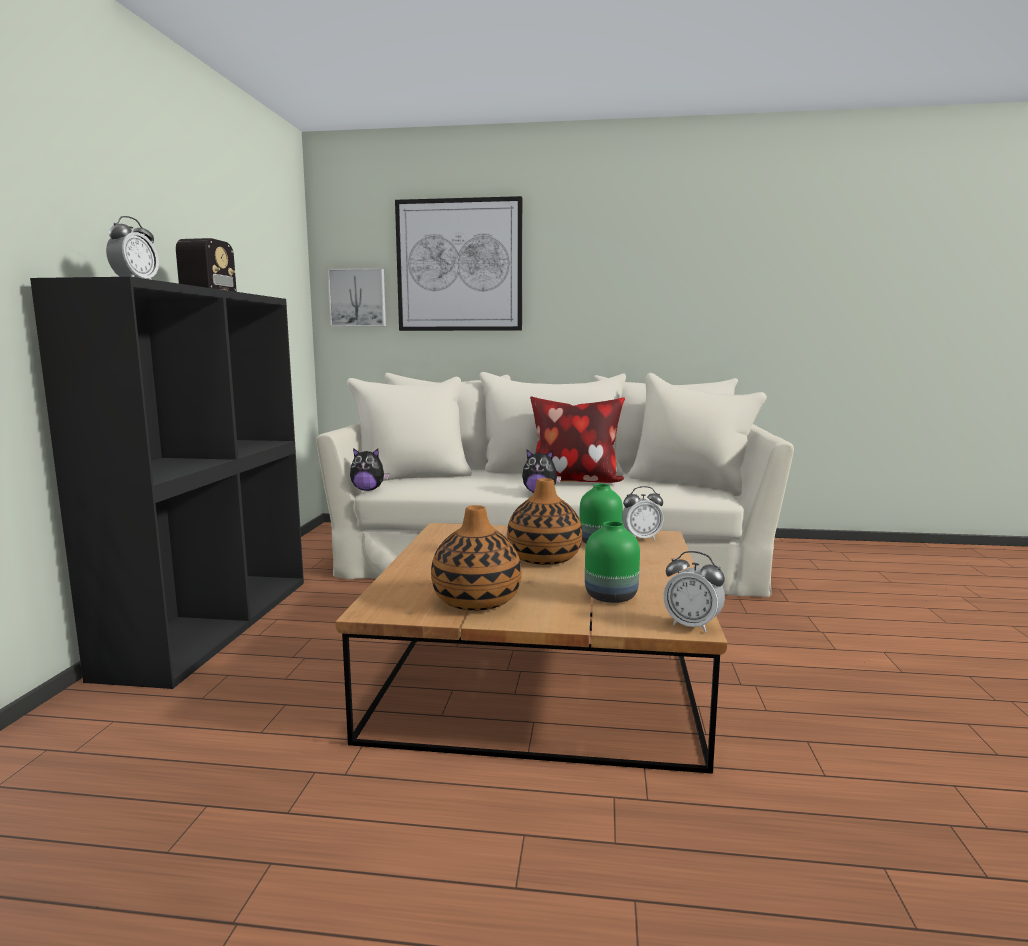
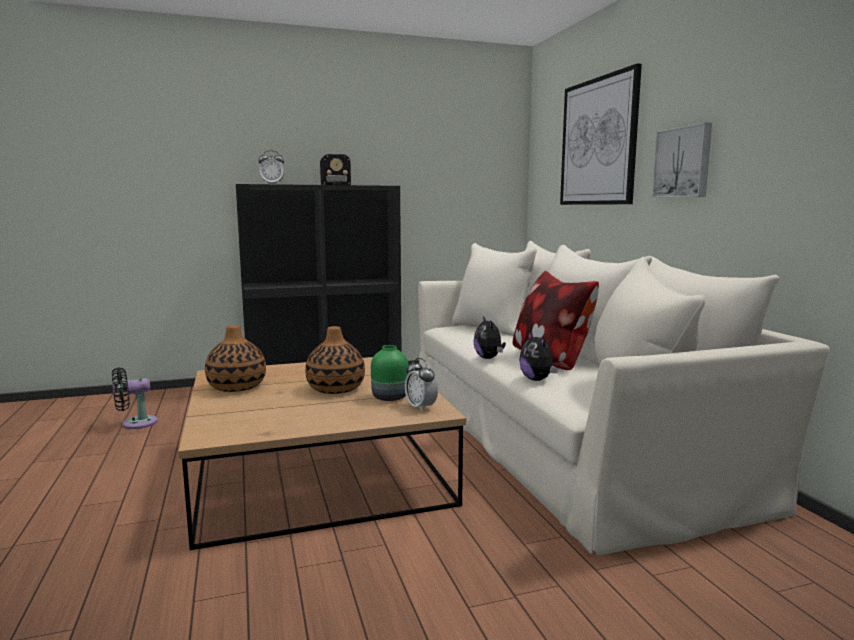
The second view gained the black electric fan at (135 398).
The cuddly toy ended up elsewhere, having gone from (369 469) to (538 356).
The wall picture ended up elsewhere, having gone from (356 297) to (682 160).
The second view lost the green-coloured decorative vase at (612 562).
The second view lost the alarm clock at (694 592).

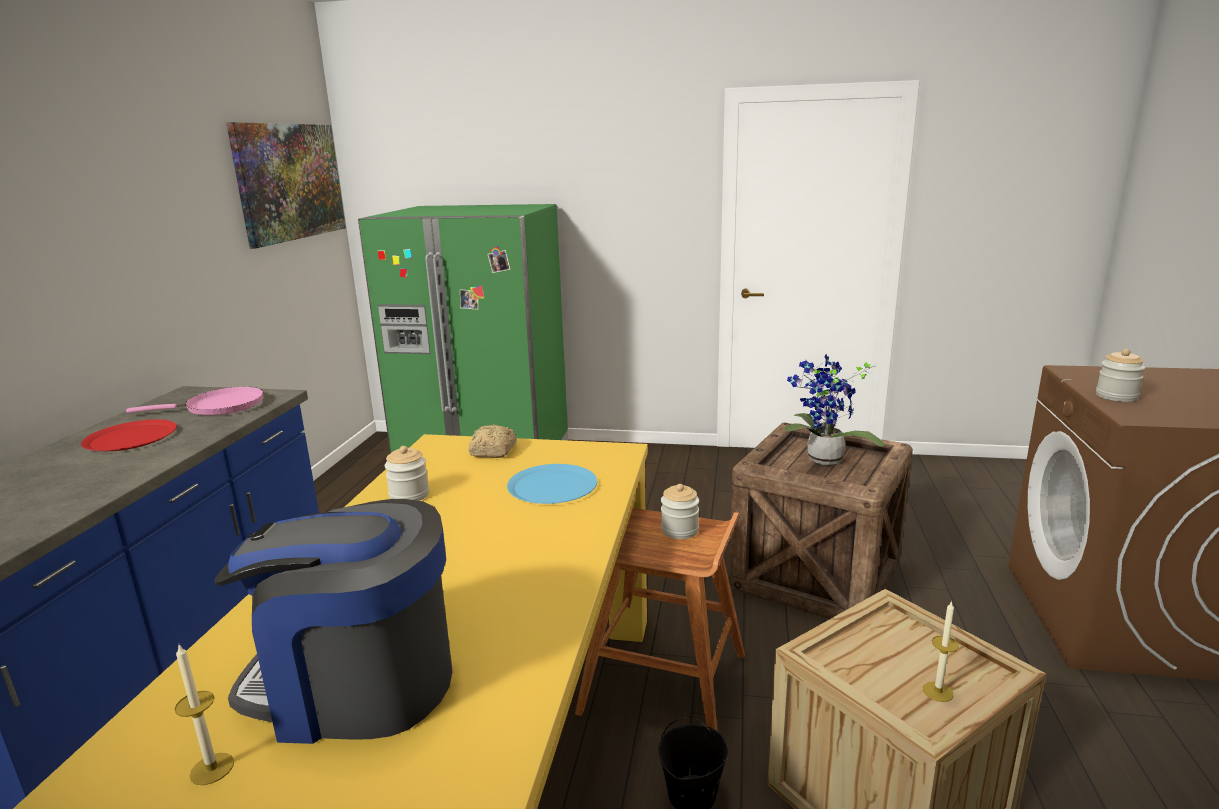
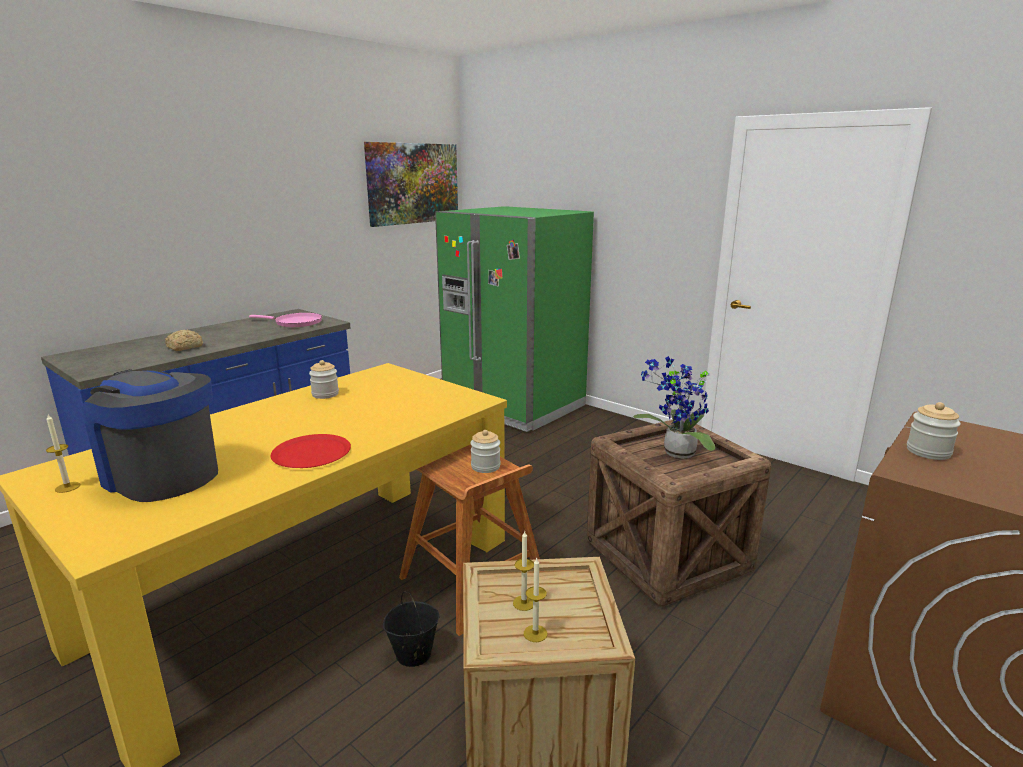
The bakery bread ended up elsewhere, having gone from (492 441) to (184 340).
The red flat dish ended up elsewhere, having gone from (129 435) to (311 451).
The second view gained the wax light at (523 570).
The second view lost the bluish flat dish at (552 484).

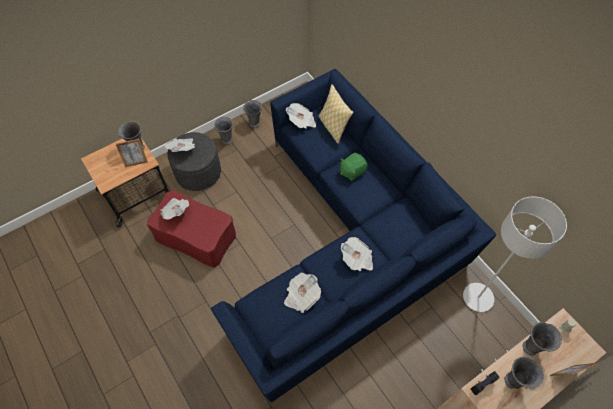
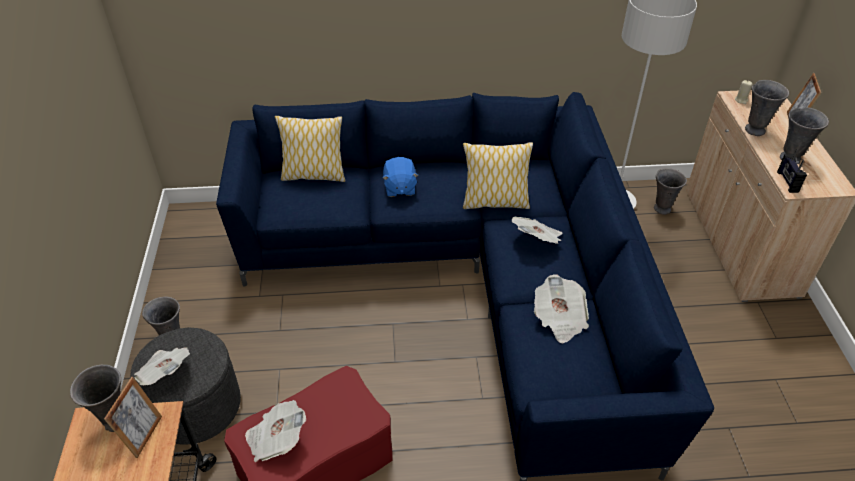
What was the green-coloured cuddly toy at (354 167) turned into the bluish cuddly toy at (400 177).
The second view gained the cushion at (498 175).
The greyish decorative vase ended up elsewhere, having gone from (252 114) to (670 191).
The second view lost the daily paper at (301 116).

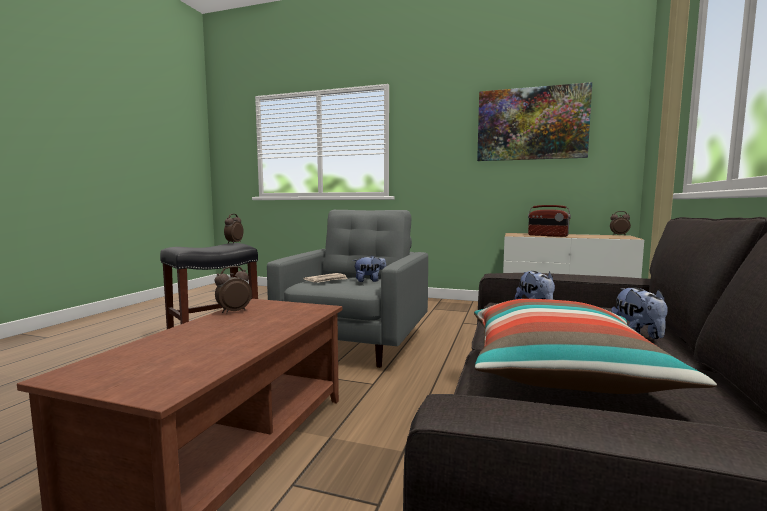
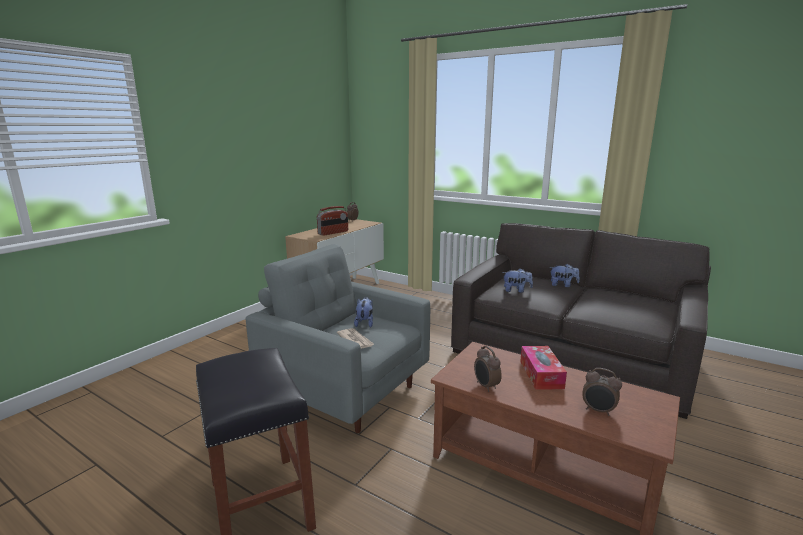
The second view gained the tissue holder at (543 368).
The alarm clock ended up elsewhere, having gone from (234 229) to (602 392).
The second view lost the cushion at (595 346).
The second view lost the wall picture at (534 121).

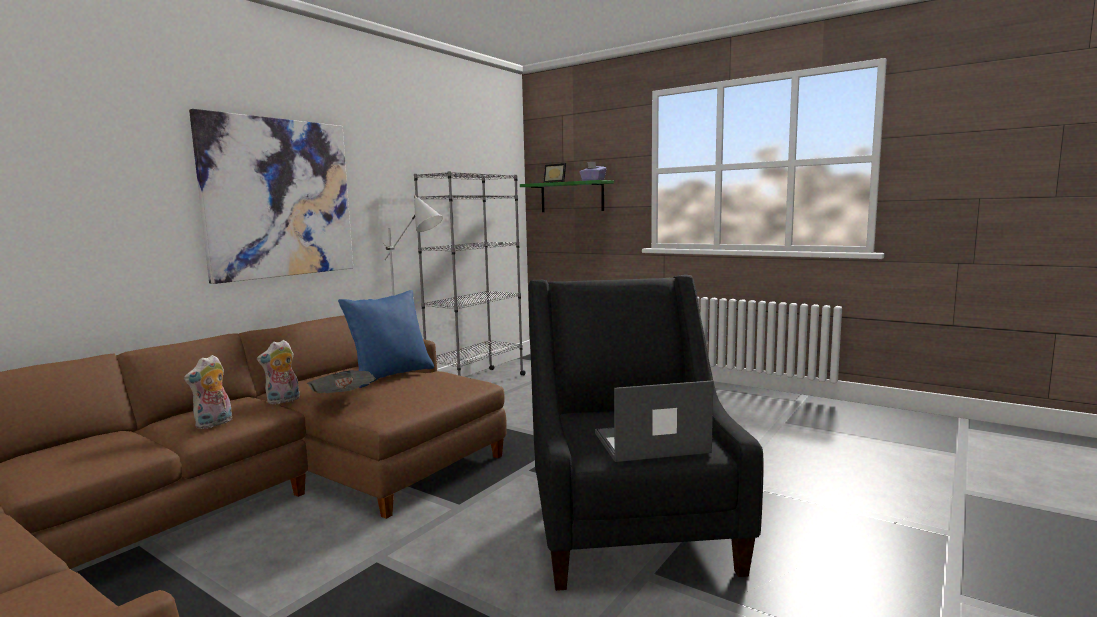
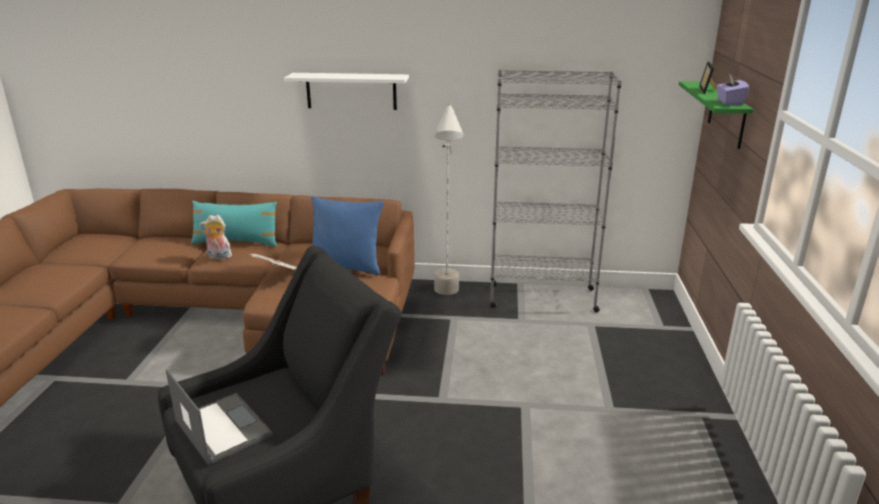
The second view gained the blue-green cushion at (234 224).
Where the wall picture hung at (271 196), the white wall shelf came to hang at (346 91).
The second view lost the cuddly toy at (278 372).

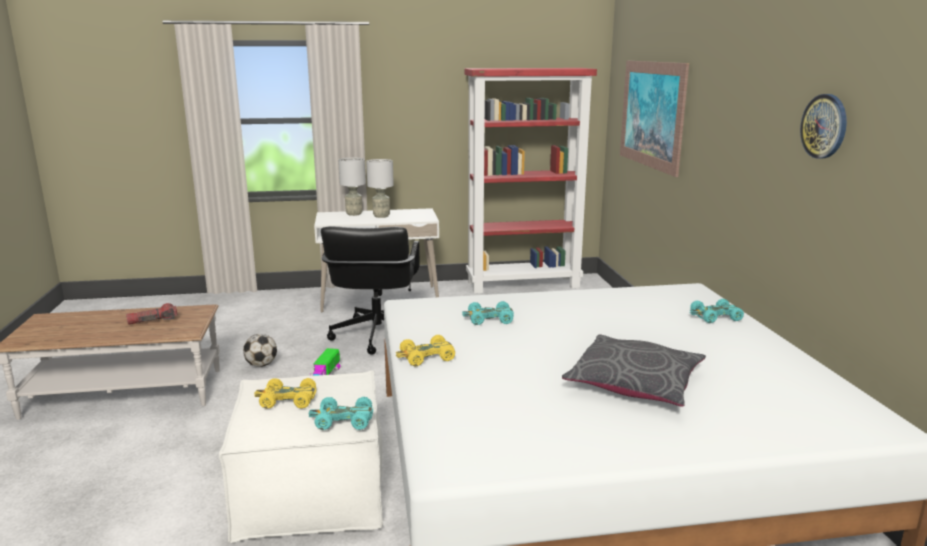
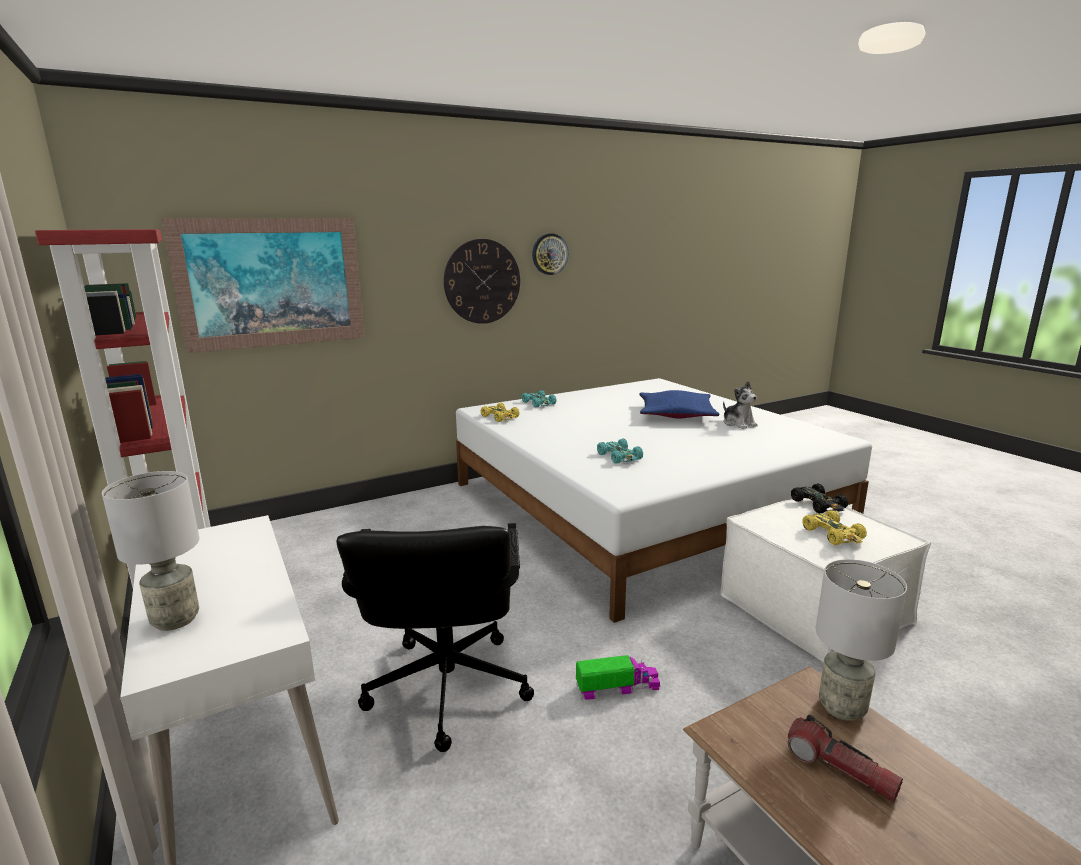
The black office chair at (370 290) ended up facing another way, 105 degrees clockwise from before.
The second view gained the clock on the wall at (482 281).
The yellow model car ended up elsewhere, having gone from (425 350) to (500 412).
What was the greyish cushion at (634 370) turned into the bluish cushion at (679 404).
The second view gained the cuddly toy at (740 405).
What was the blue-green model car at (340 413) turned into the black model car at (819 499).
The greyish lamp for a table ended up elsewhere, having gone from (380 188) to (861 640).
The second view lost the football at (260 350).

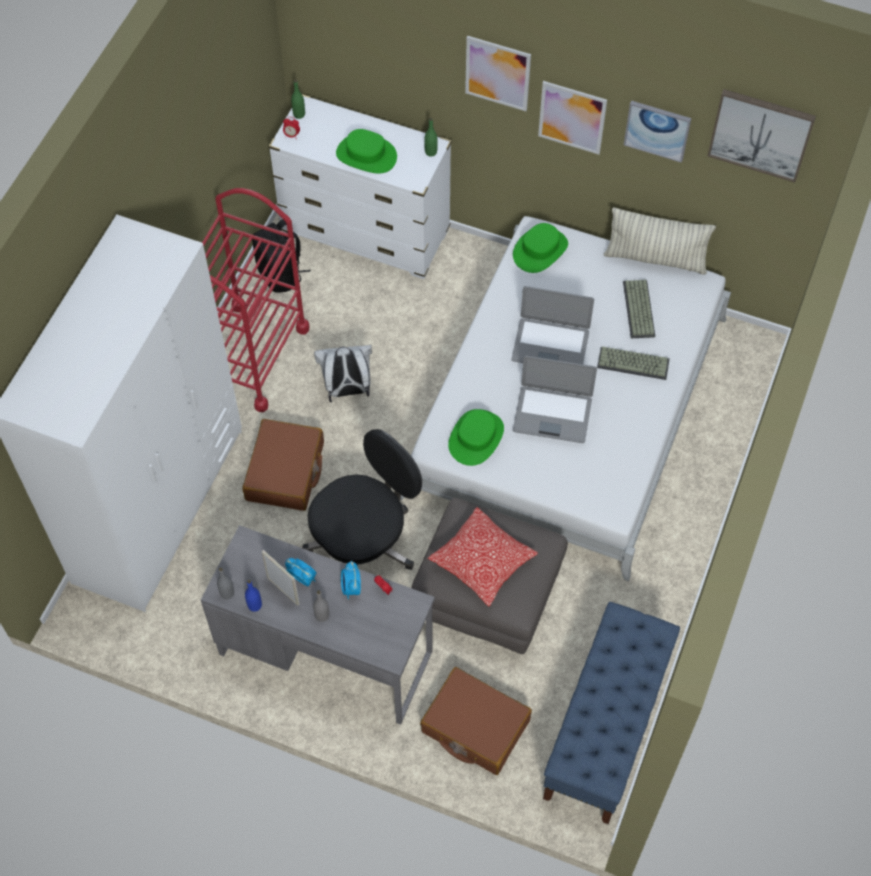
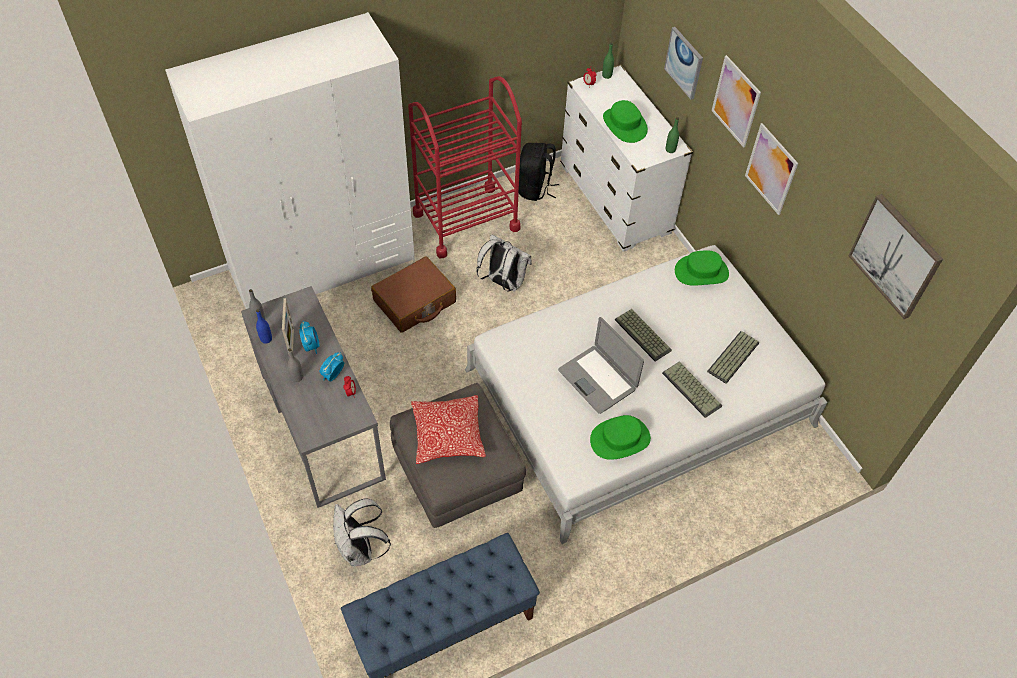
Where the brownish travel case stood at (476 721), the white rucksack came to stand at (362 532).
The green-coloured wearable hat ended up elsewhere, having gone from (476 437) to (620 437).
Where the notebook computer stood at (553 325), the PC keyboard came to stand at (643 335).
The wall picture ended up elsewhere, having gone from (657 132) to (683 63).
The second view lost the black office chair at (362 499).
The second view lost the cushion at (660 241).

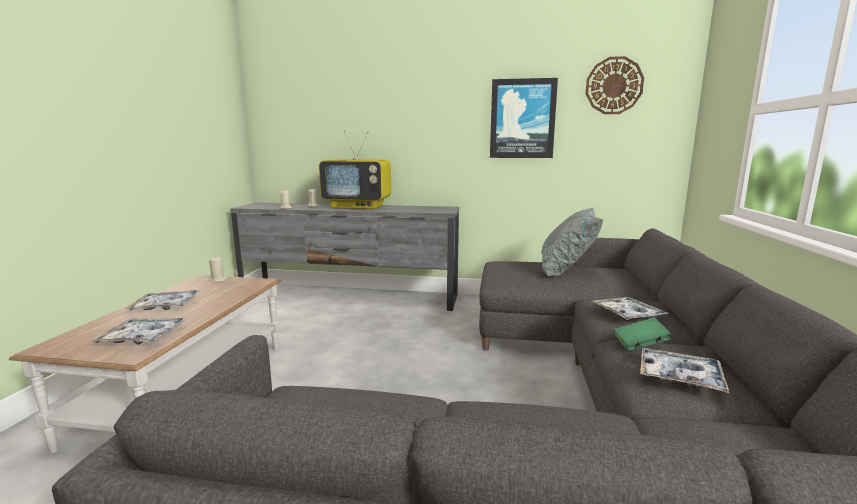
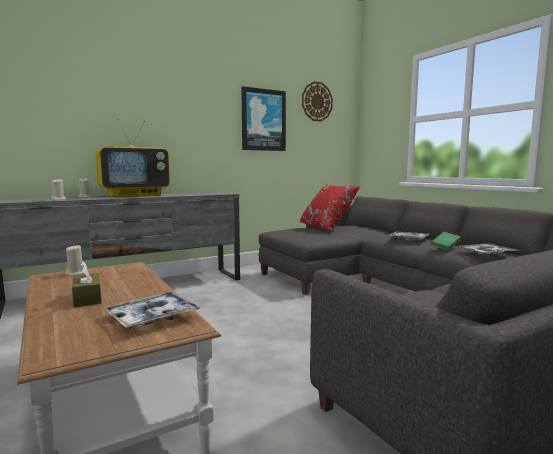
Where the carrying tray stood at (163 300), the brownish tissue holder came to stand at (86 284).
What was the greyish cushion at (572 242) turned into the red cushion at (330 207).

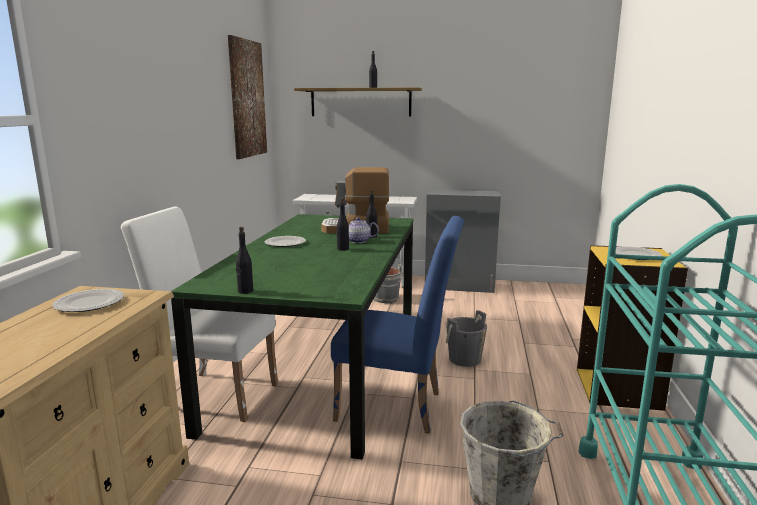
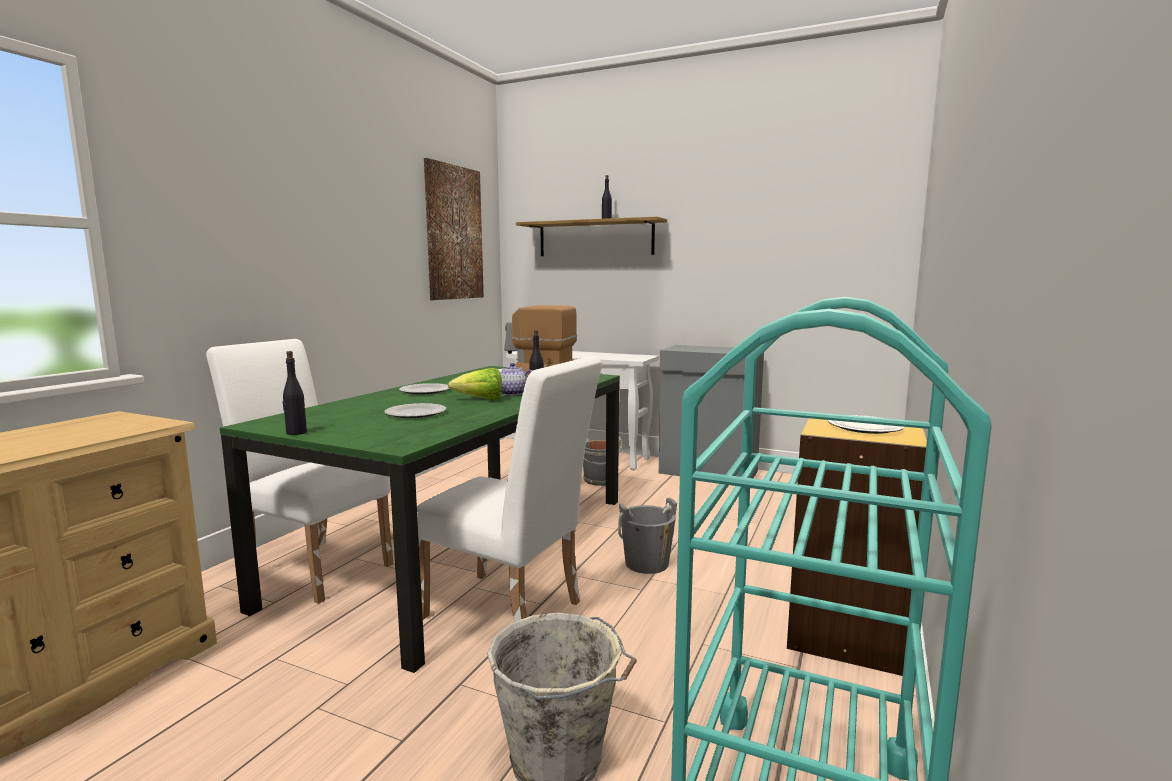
The flat dish ended up elsewhere, having gone from (88 300) to (415 410).
What was the bluish upright chair at (397 325) turned into the white upright chair at (509 489).
Where the black bottle stood at (342 224), the lettuce came to stand at (475 384).

